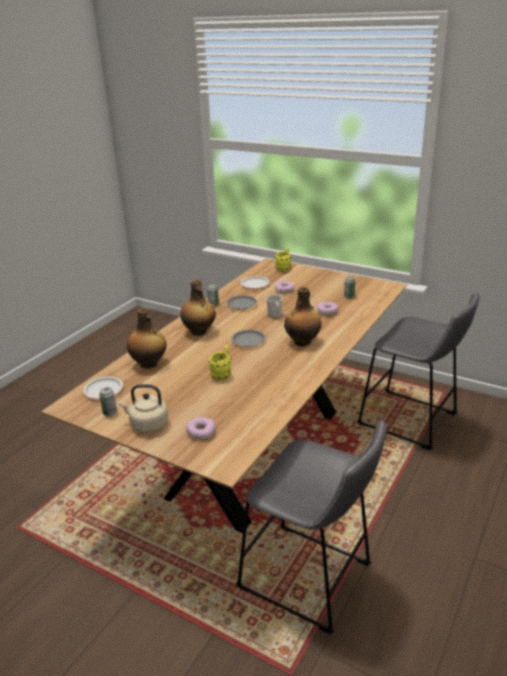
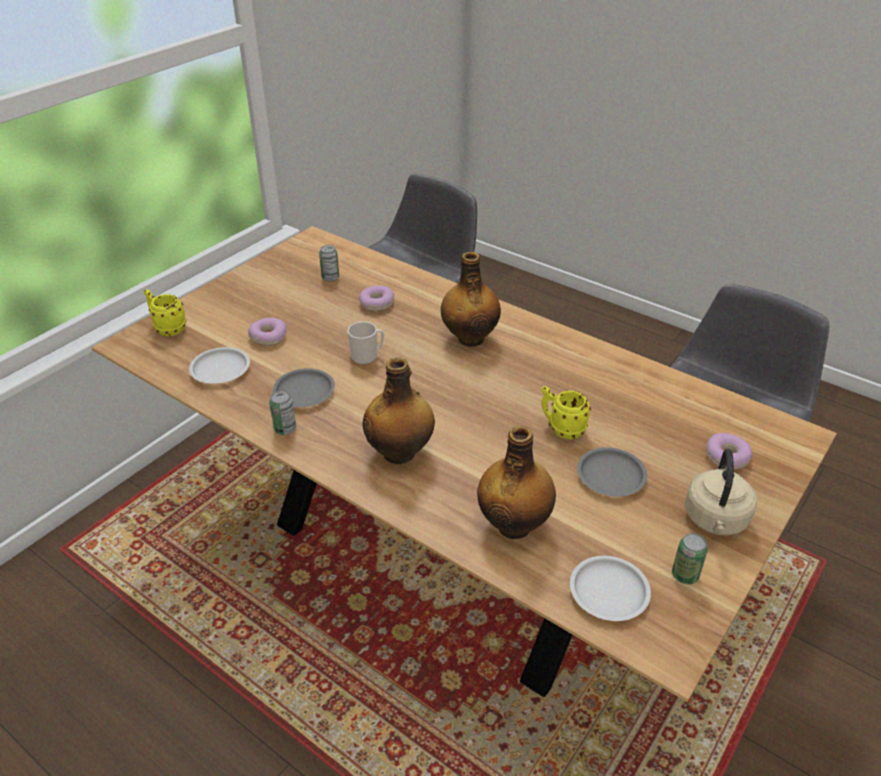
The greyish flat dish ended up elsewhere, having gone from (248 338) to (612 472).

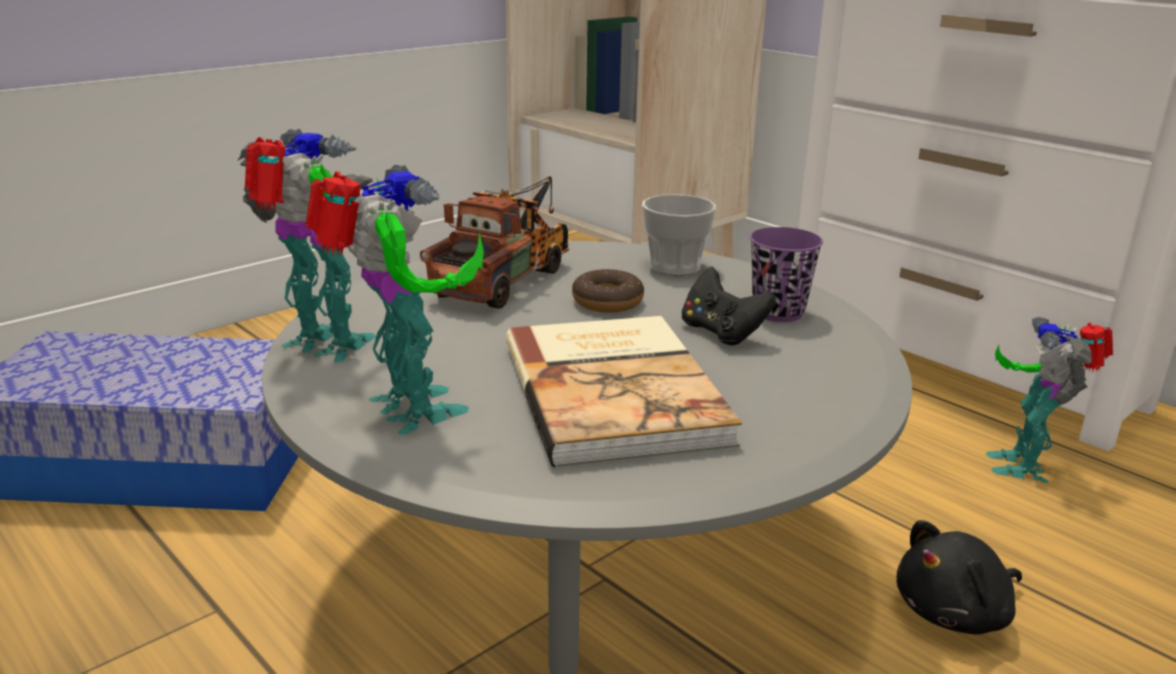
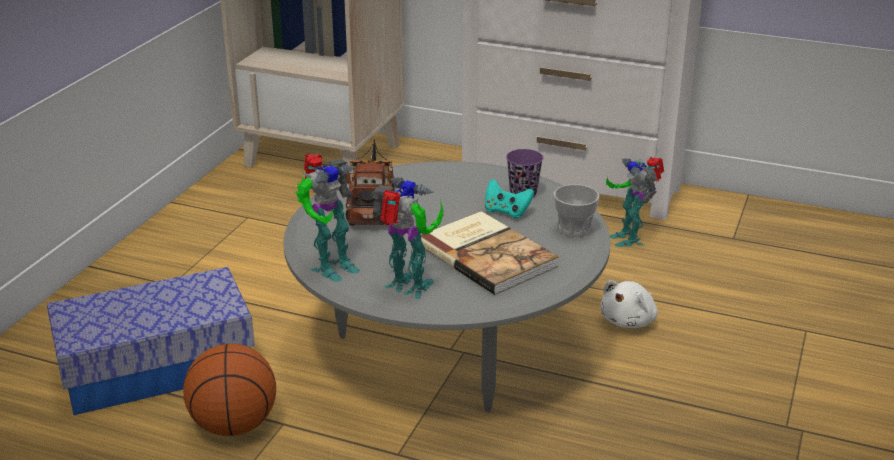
The second view gained the ball for basketball at (229 390).
The robot figure at (309 245) ended up facing another way, 135 degrees clockwise from before.
What was the black joypad at (729 306) turned into the blue-green joypad at (509 198).
The cup ended up elsewhere, having gone from (679 234) to (576 210).
What was the black cuddly toy at (959 577) turned into the white cuddly toy at (629 304).
The second view lost the ring doughnut at (608 291).

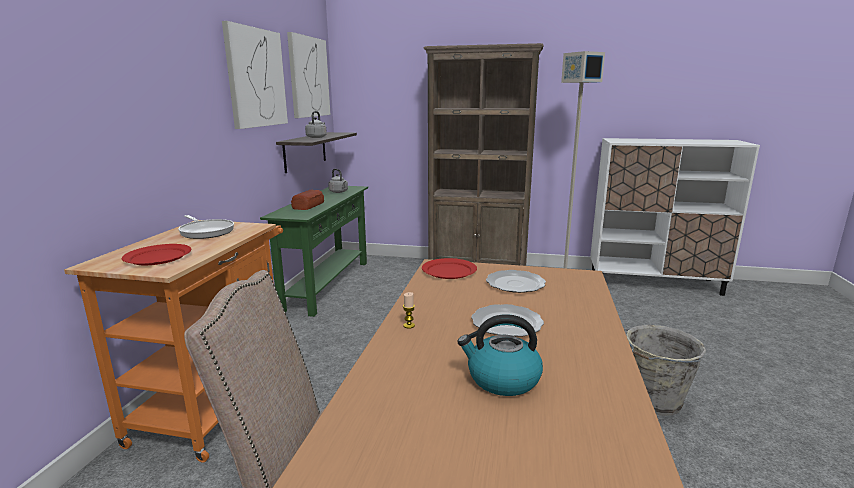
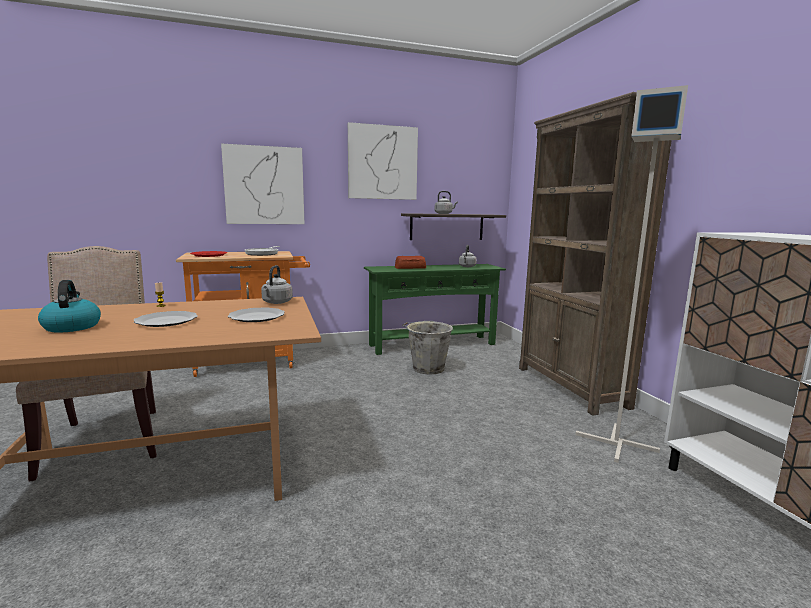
The wall picture ended up elsewhere, having gone from (309 75) to (263 184).
Where the red flat dish stood at (449 268), the greyish water kettle came to stand at (277 284).
The greyish water bucket ended up elsewhere, having gone from (665 370) to (427 348).

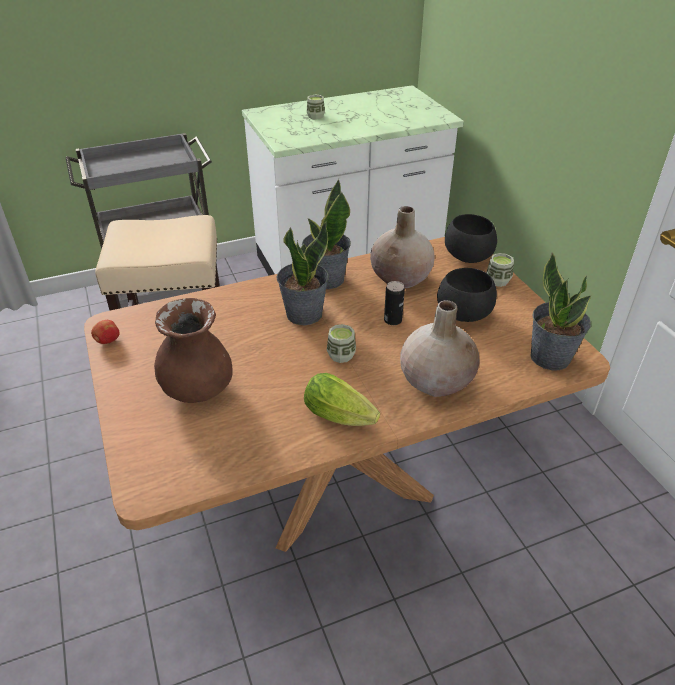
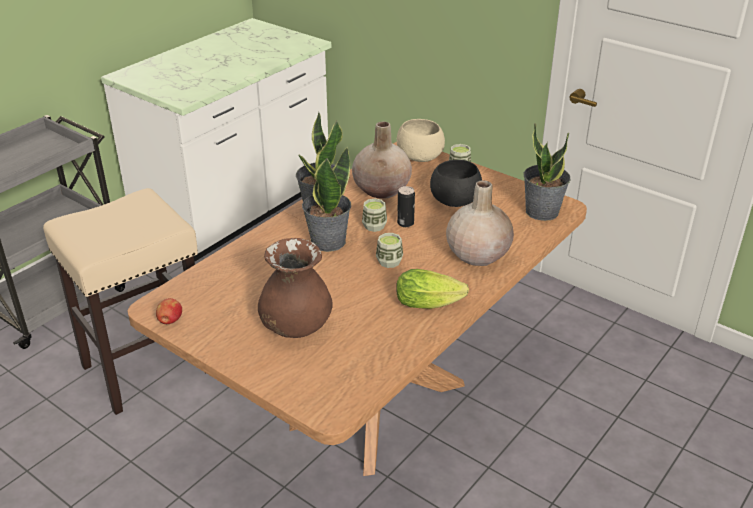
The cup ended up elsewhere, having gone from (316 107) to (374 215).
What was the black serving bowl at (471 238) turned into the beige serving bowl at (421 140).

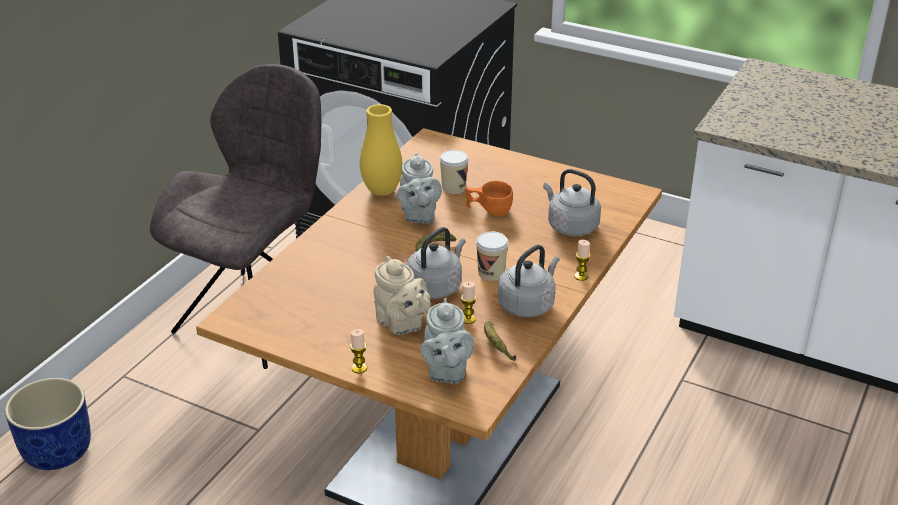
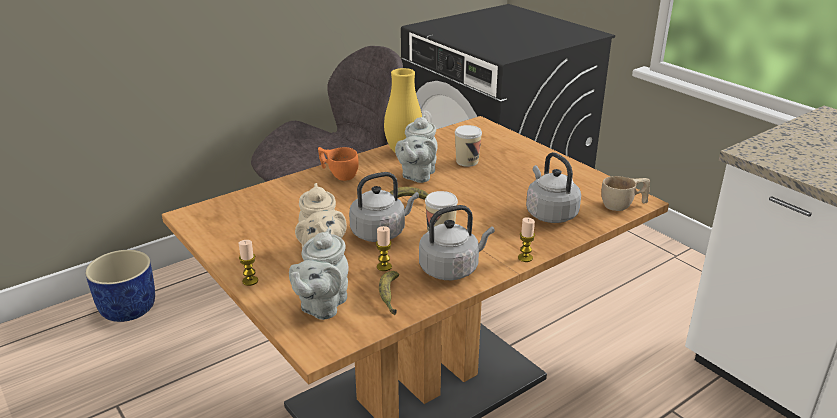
The orangey cup ended up elsewhere, having gone from (489 198) to (338 164).
The second view gained the beige cup at (625 193).

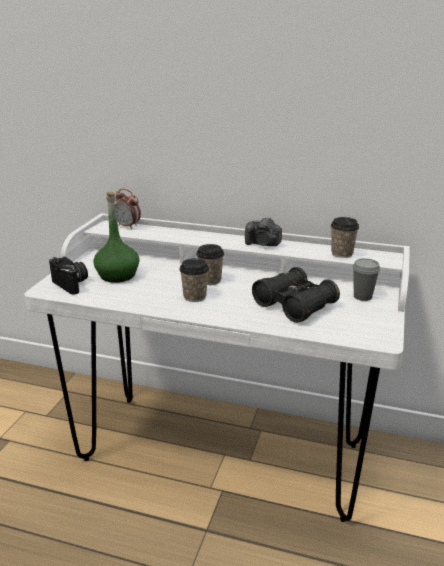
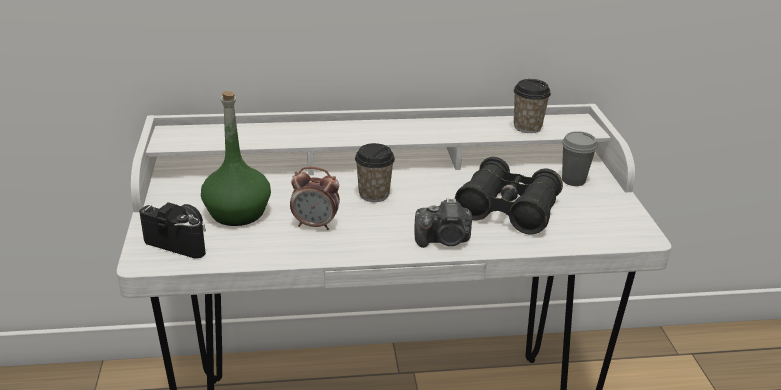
The alarm clock ended up elsewhere, having gone from (128 209) to (315 198).
The photo camera ended up elsewhere, having gone from (263 231) to (443 223).
The second view lost the cup at (194 280).

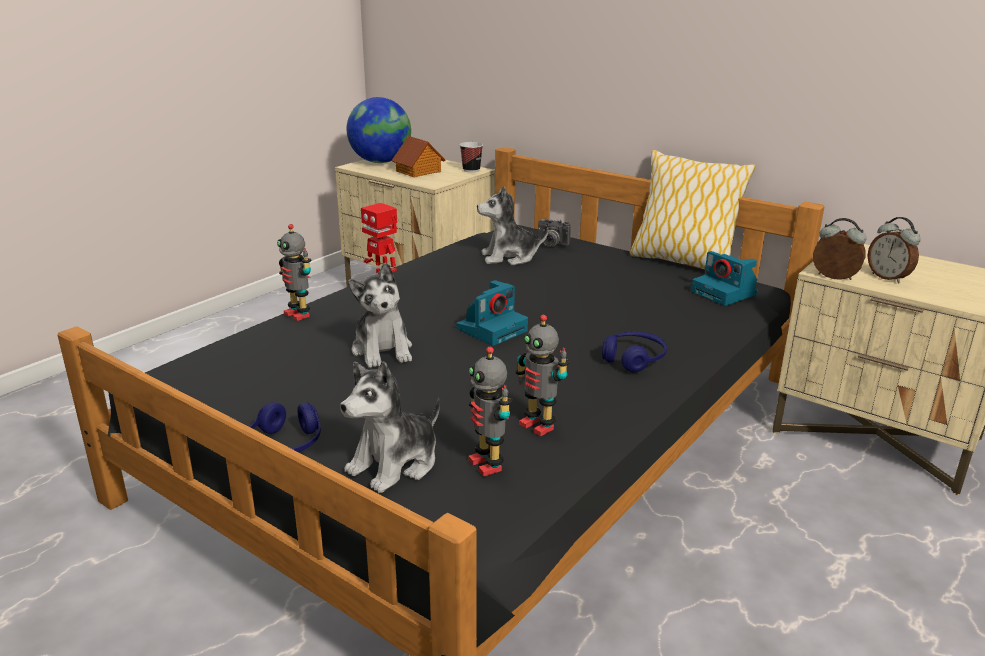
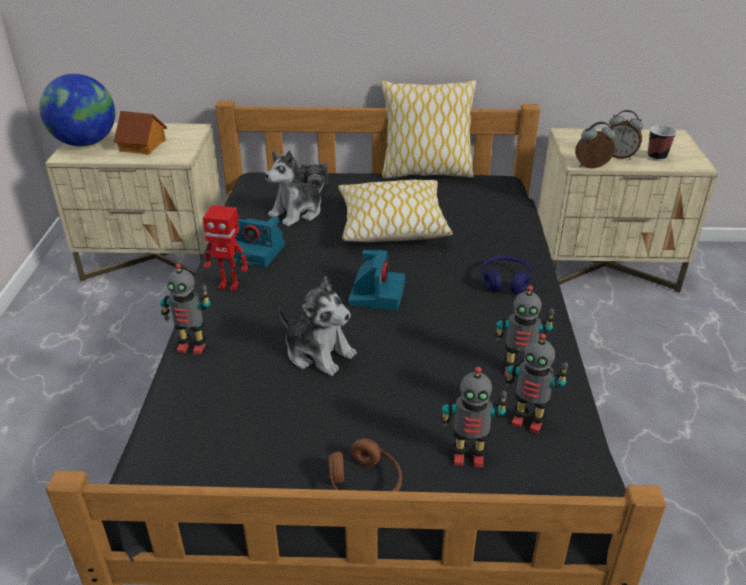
The photo camera ended up elsewhere, having gone from (724 278) to (256 242).
What was the bluish headphones at (285 427) turned into the brownish headphones at (365 464).
The second view gained the cushion at (395 211).
Where the cuddly toy stood at (390 427), the robot figure came to stand at (474 417).
The cup ended up elsewhere, having gone from (471 157) to (662 143).

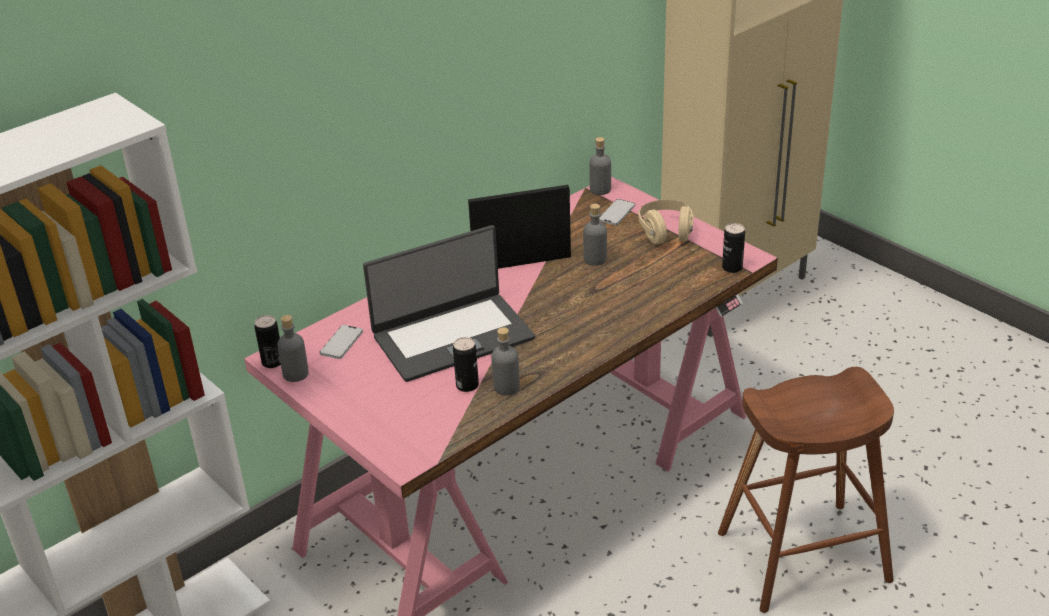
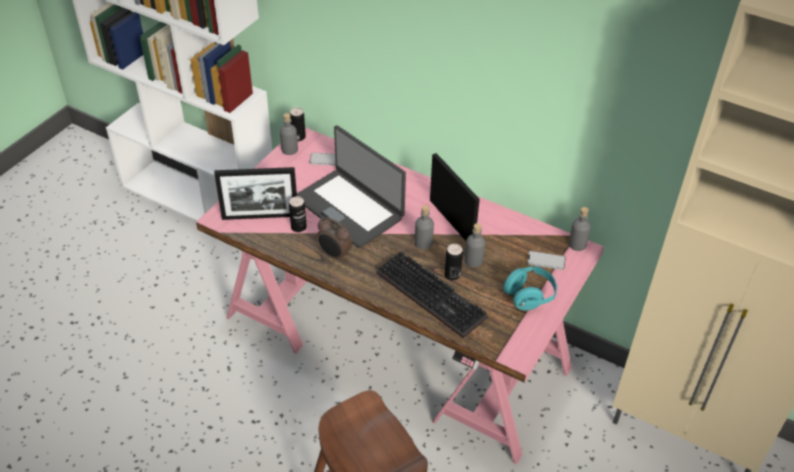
The second view gained the picture frame at (255 193).
The second view gained the alarm clock at (334 239).
The second view gained the PC keyboard at (432 294).
The greyish bottle ended up elsewhere, having gone from (505 361) to (424 227).
The sealed can ended up elsewhere, having gone from (733 248) to (454 262).
What was the beige headphones at (665 222) turned into the blue-green headphones at (531 288).

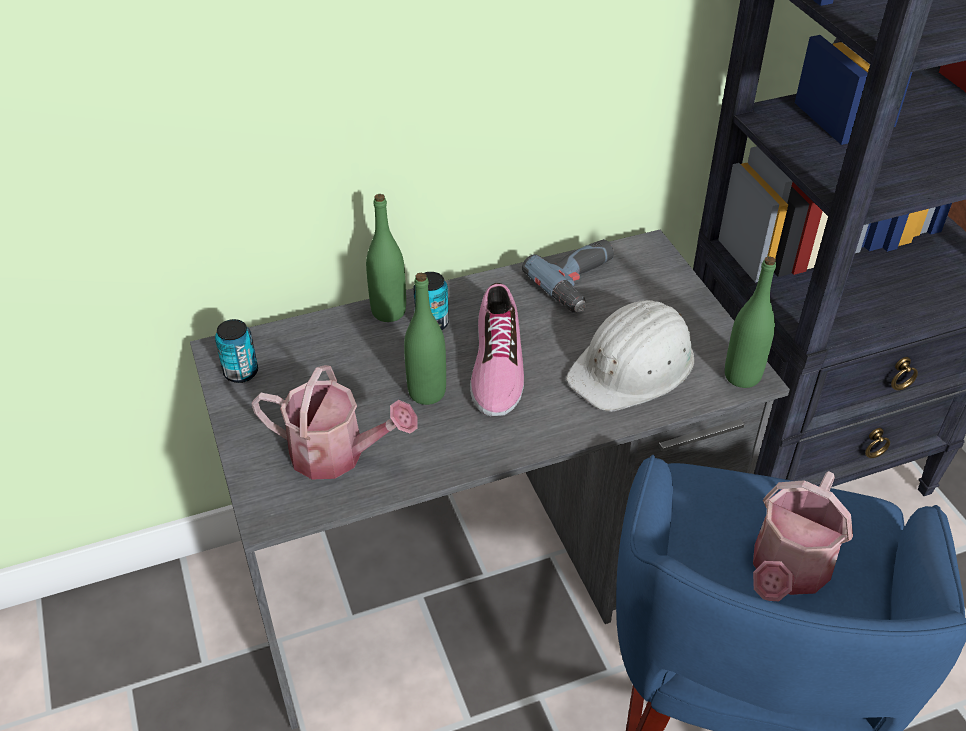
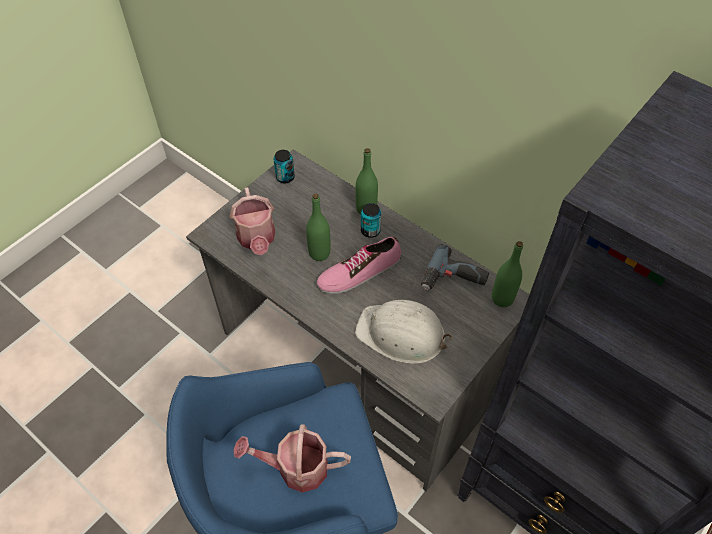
The green-coloured bottle ended up elsewhere, having gone from (750 322) to (507 274).

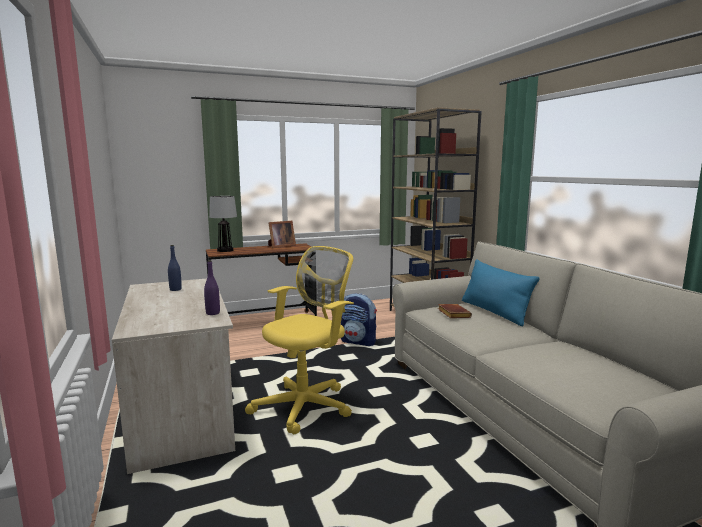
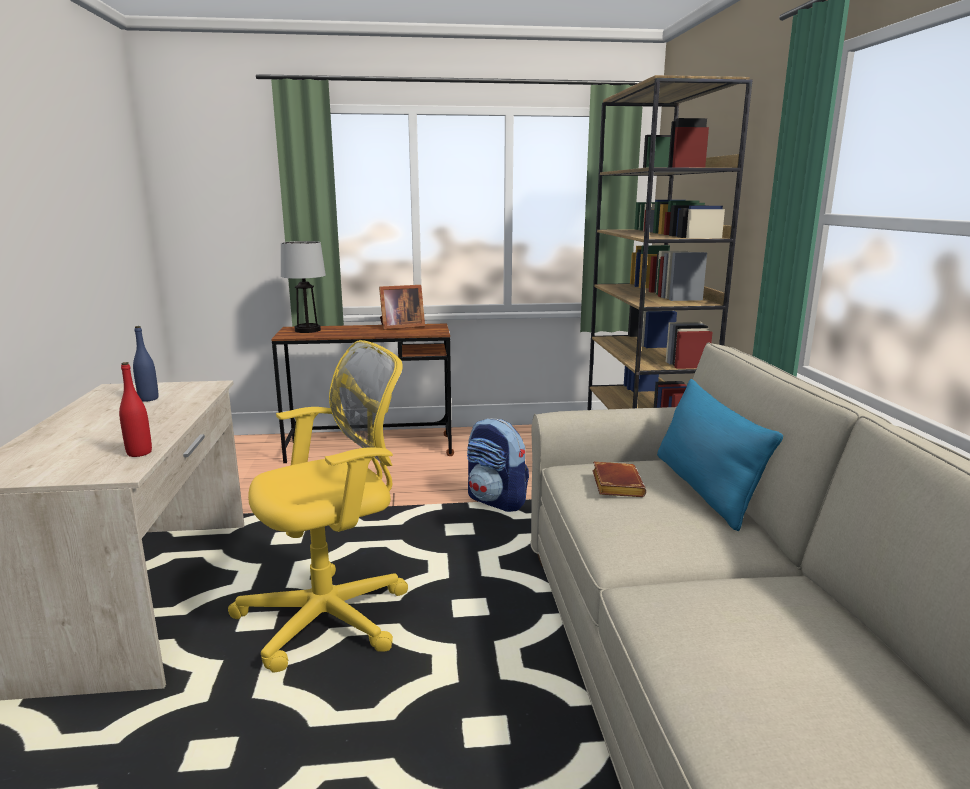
What was the purple-coloured bottle at (212 287) turned into the red bottle at (135 409).

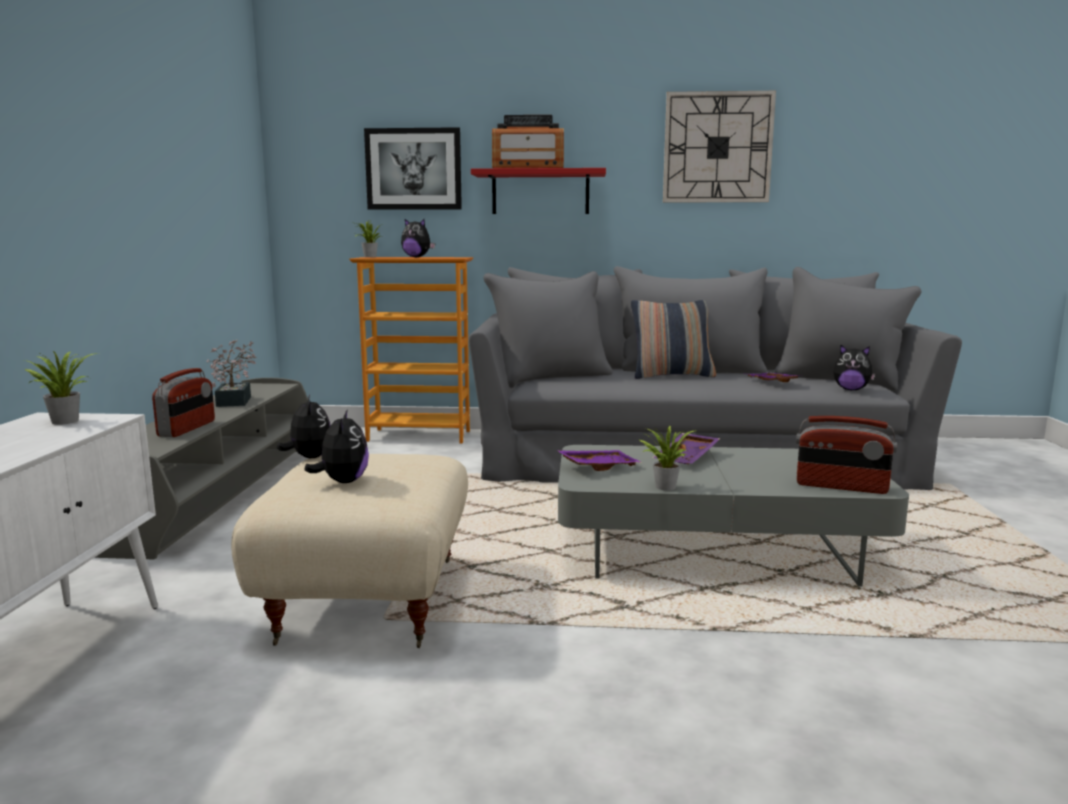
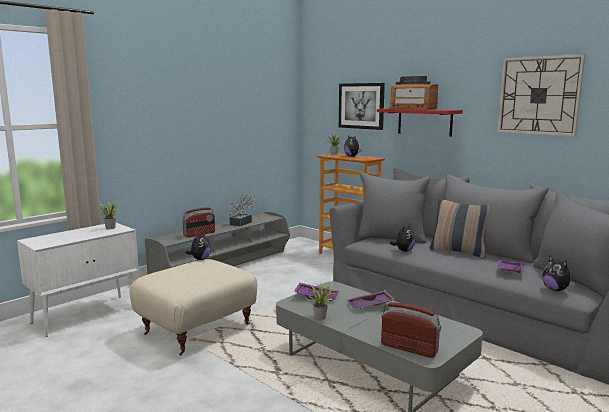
The radio receiver at (846 455) ended up facing another way, 150 degrees clockwise from before.
The cuddly toy ended up elsewhere, having gone from (337 446) to (402 238).

